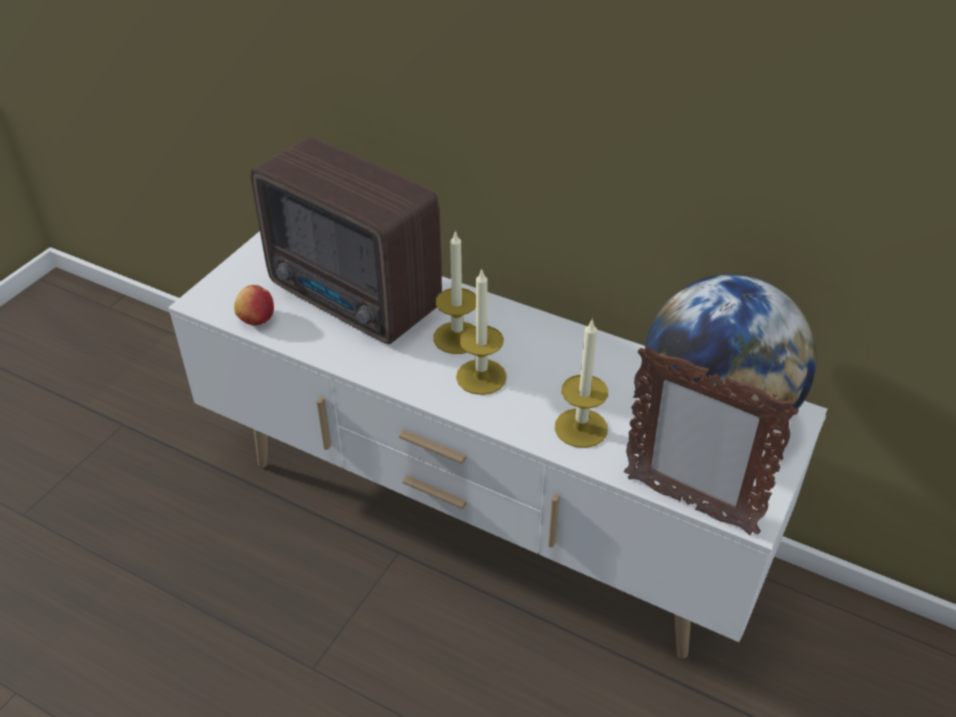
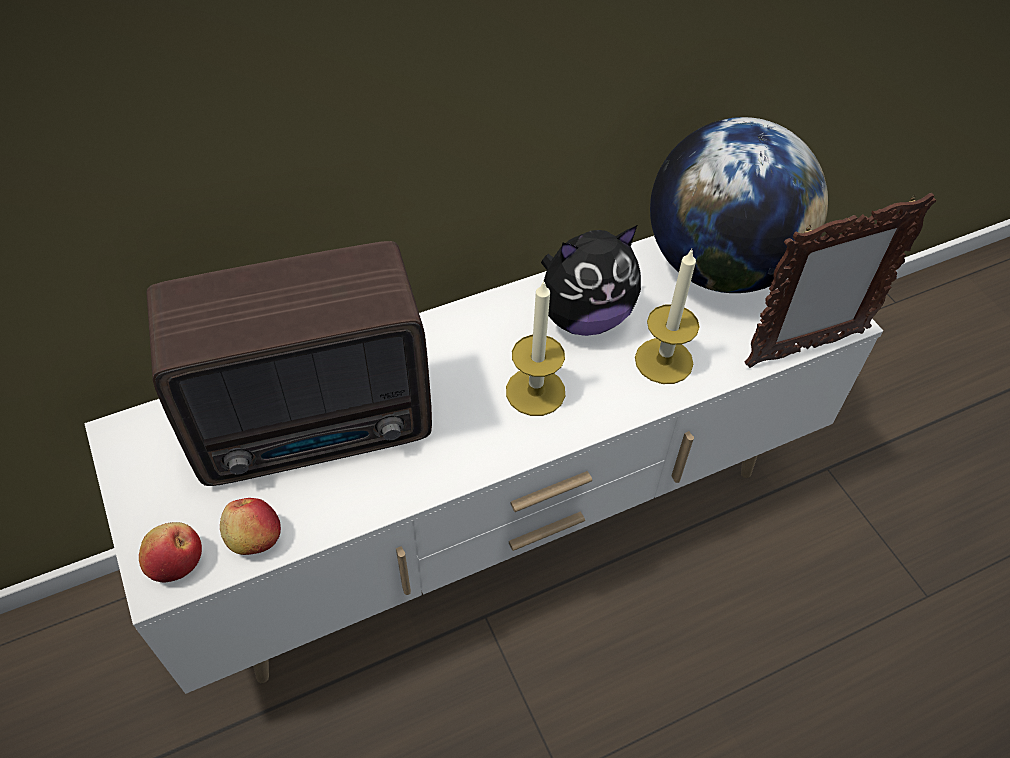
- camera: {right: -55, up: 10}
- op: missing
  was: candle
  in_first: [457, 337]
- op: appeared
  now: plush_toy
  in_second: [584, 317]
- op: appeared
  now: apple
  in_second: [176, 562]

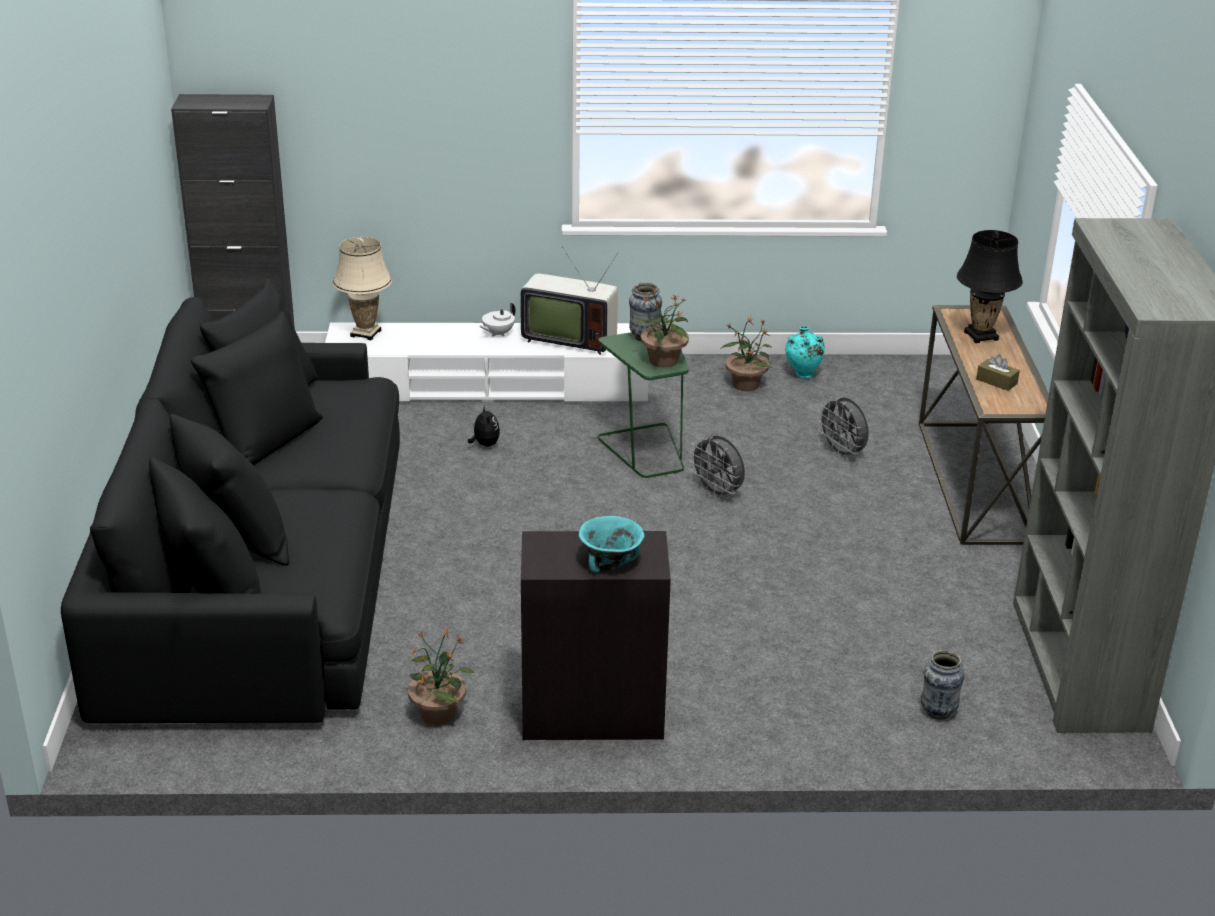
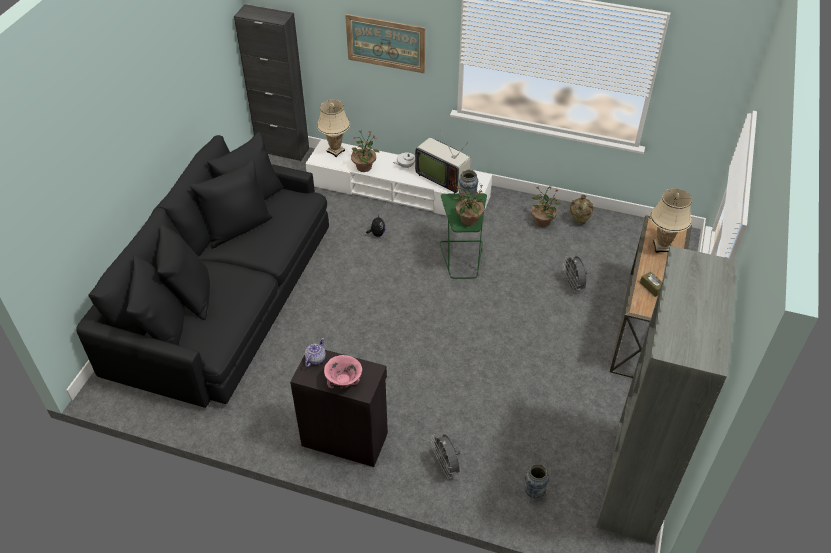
- camera: {right: 20, up: 15}
- op: colour
  was: black_table_lamp
  now: beige_table_lamp
  in_first: [981, 336]
  in_second: [662, 247]
- op: colour
  was: turquoise_vase
  now: beige_vase
  in_first: [802, 376]
  in_second: [579, 222]
- op: relocated
  was: grey_fan
  in_first: [717, 493]
  in_second: [446, 467]
- op: colour
  was: turquoise_bowl
  now: pink_bowl
  in_first: [610, 562]
  in_second: [343, 381]
- op: relocated
  was: potted_plant
  in_first: [438, 713]
  in_second: [364, 167]
- op: appeared
  now: picture
  in_second: [385, 43]
- op: appeared
  now: teapot
  in_second: [315, 359]

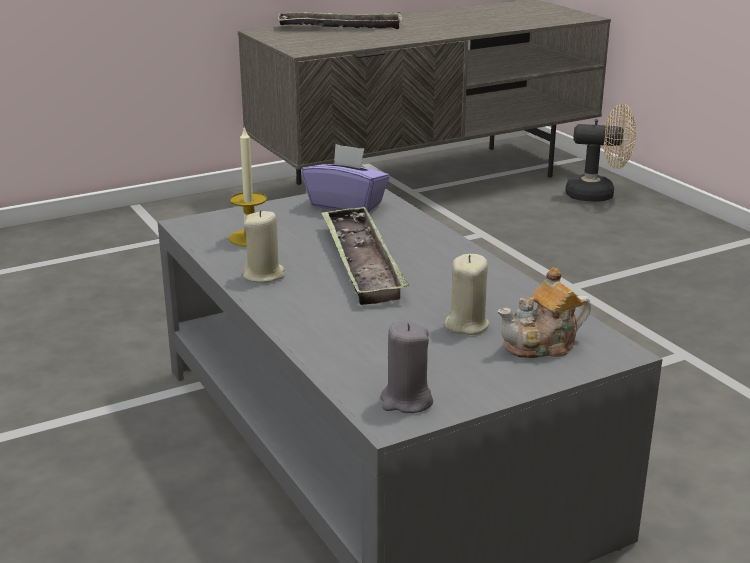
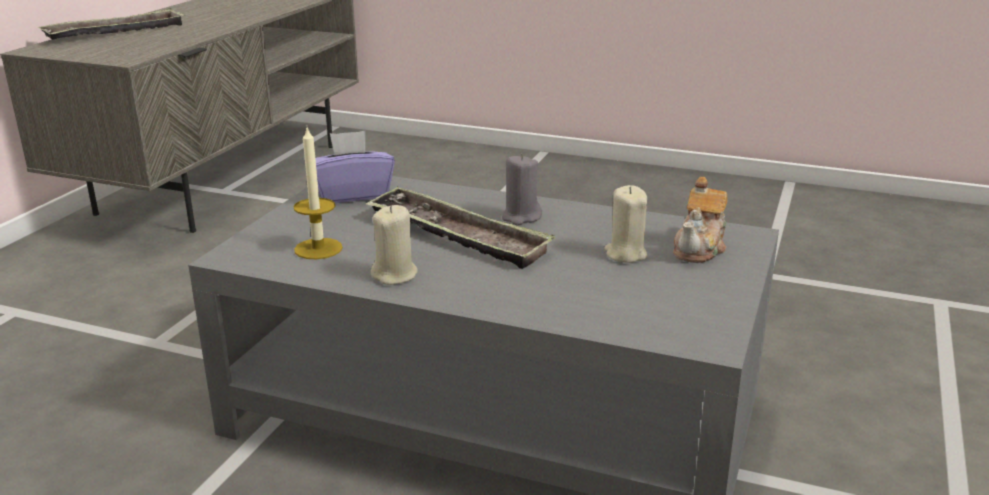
- camera: {right: -40, up: 0}
- op: missing
  was: beige_fan
  in_first: [598, 195]
- op: relocated
  was: grey_candle
  in_first: [406, 401]
  in_second: [521, 217]

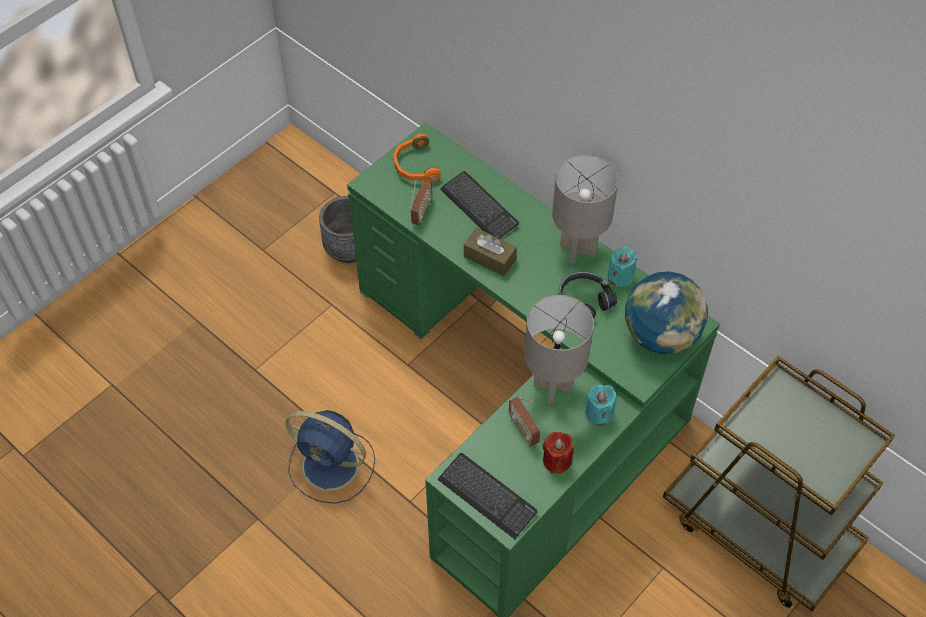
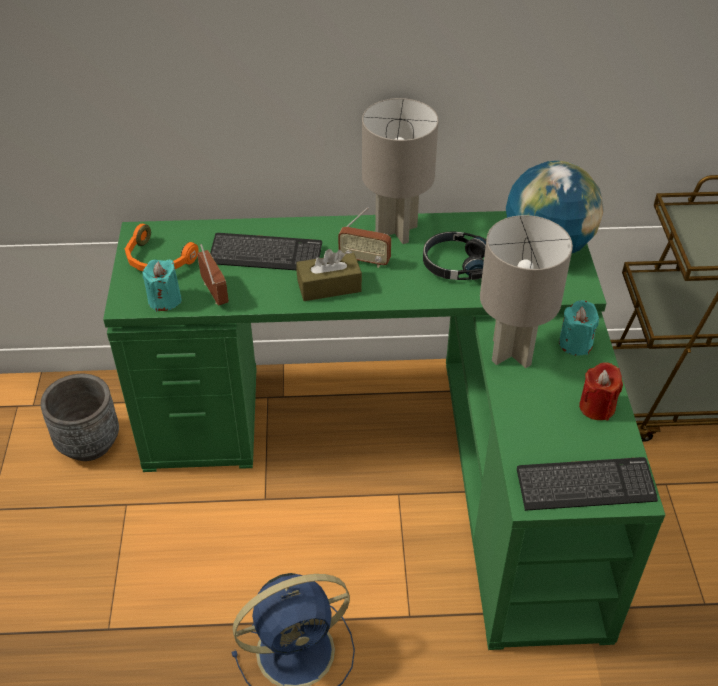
- camera: {right: -45, up: -10}
- op: relocated
  was: turquoise_candle
  in_first: [620, 276]
  in_second: [164, 300]
- op: relocated
  was: radio
  in_first: [524, 429]
  in_second: [364, 260]

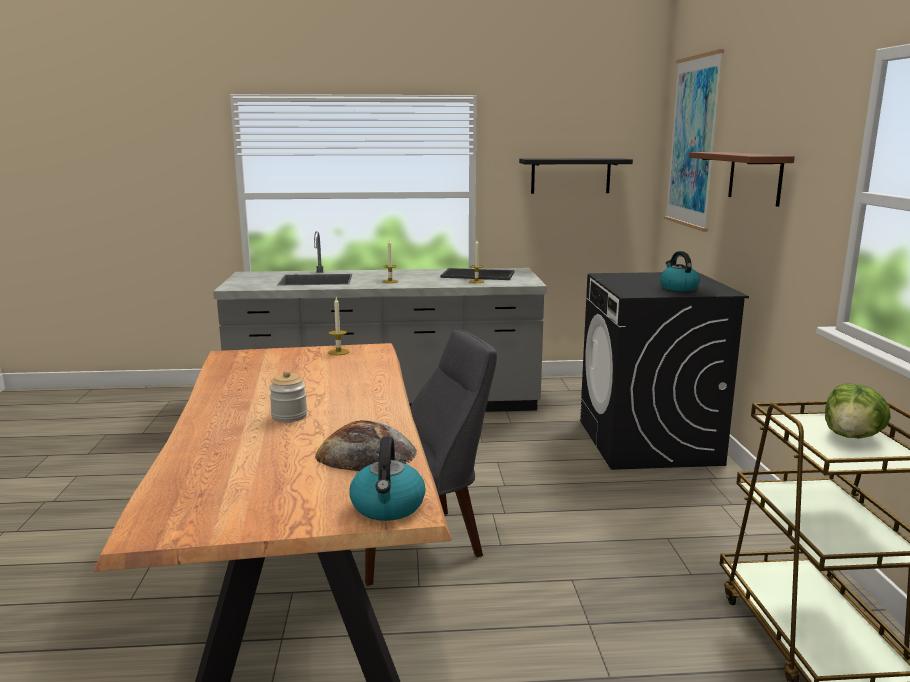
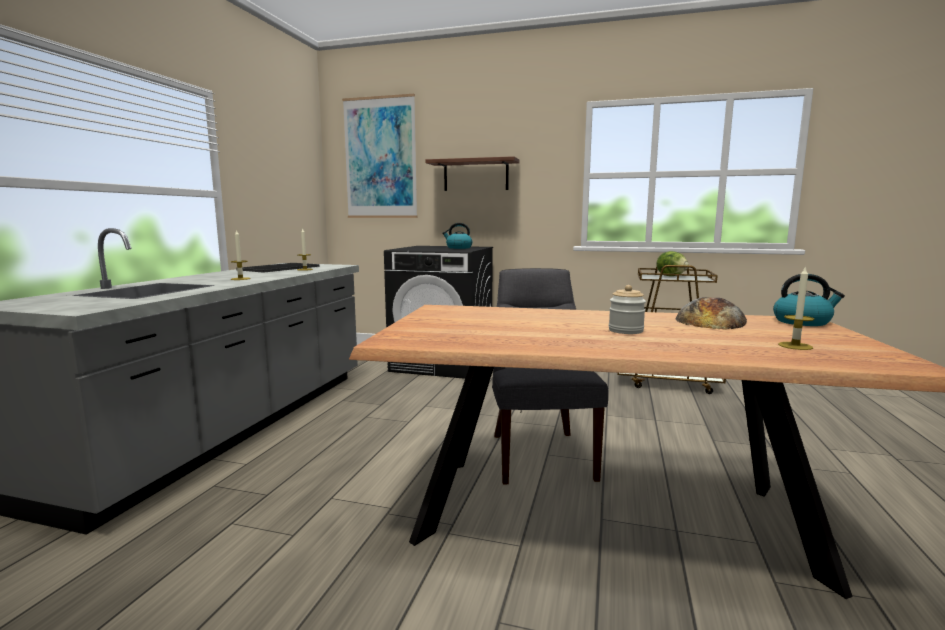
- camera: {right: -70, up: -5}
- op: missing
  was: black_shelf
  in_first: [570, 176]
- op: relocated
  was: candle
  in_first: [338, 352]
  in_second: [795, 346]

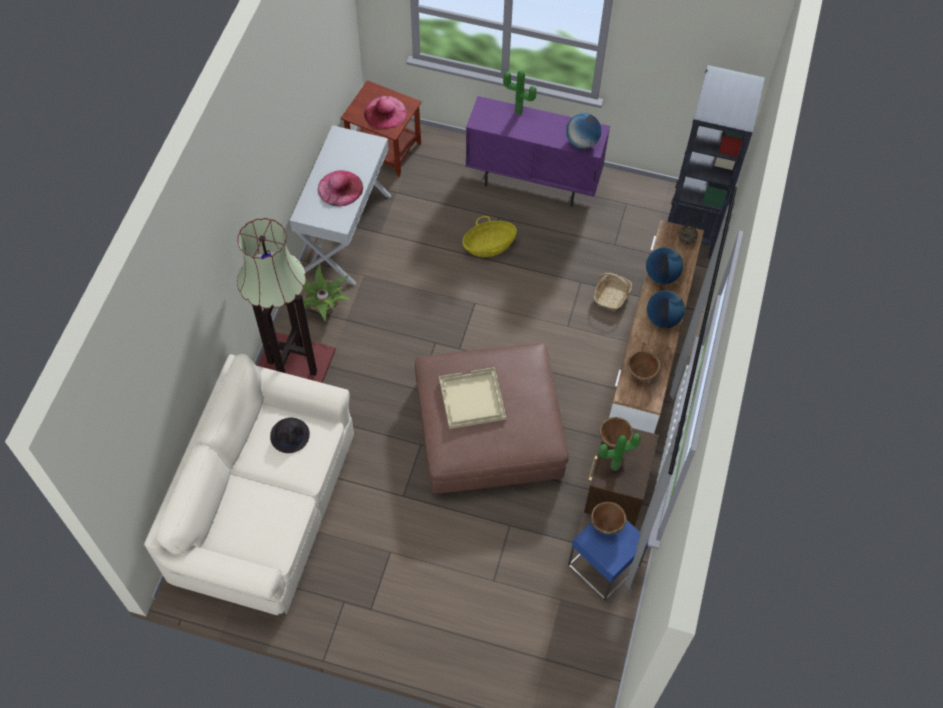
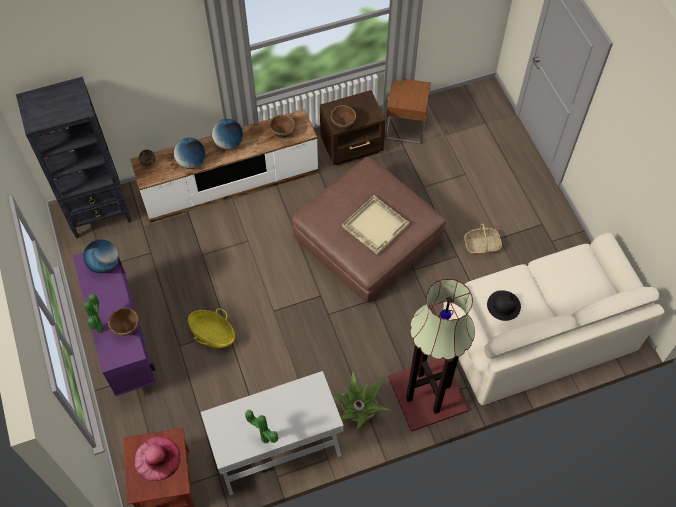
- camera: {right: -125, up: 0}
- op: missing
  was: pink_hat
  in_first: [340, 188]
- op: relocated
  was: basket
  in_first: [612, 296]
  in_second: [481, 245]
- op: relocated
  was: potted_plant
  in_first: [614, 465]
  in_second: [264, 440]
- op: relocated
  was: brown_bowl
  in_first: [606, 524]
  in_second: [126, 328]
- op: colour
  was: blue_side_table
  now: brown_side_table
  in_first: [604, 565]
  in_second: [405, 126]

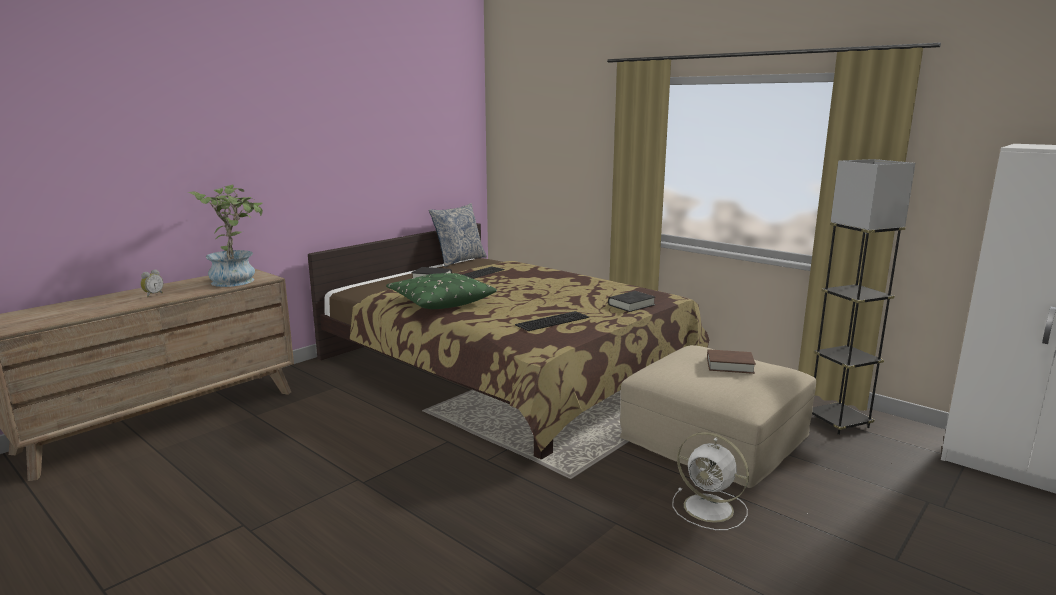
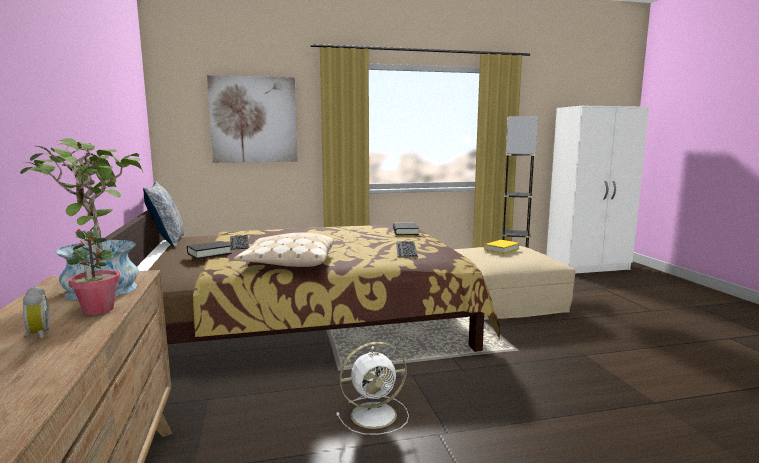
- camera: {right: -55, up: -5}
- op: colour
  was: green_pillow
  now: beige_pillow
  in_first: [440, 301]
  in_second: [288, 263]
- op: colour
  was: brown_book
  now: yellow_book
  in_first: [730, 365]
  in_second: [501, 250]
- op: relocated
  was: white_fan
  in_first: [710, 509]
  in_second: [375, 415]
- op: appeared
  now: picture
  in_second: [254, 120]
- op: appeared
  now: potted_plant
  in_second: [98, 310]

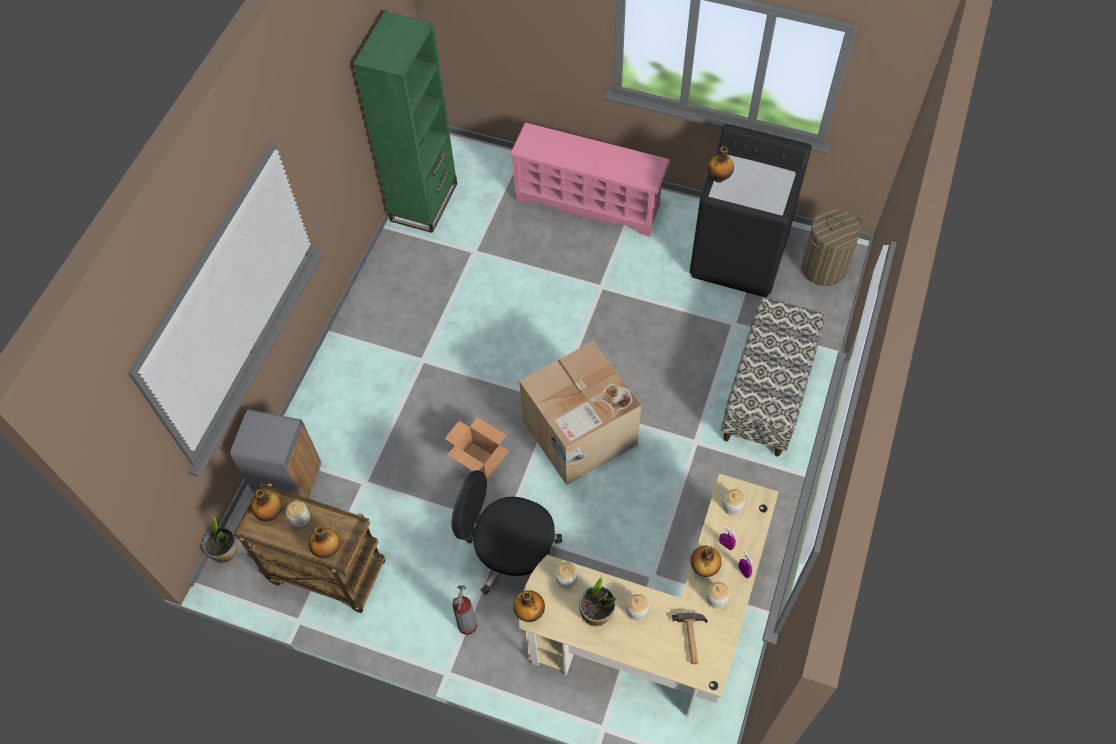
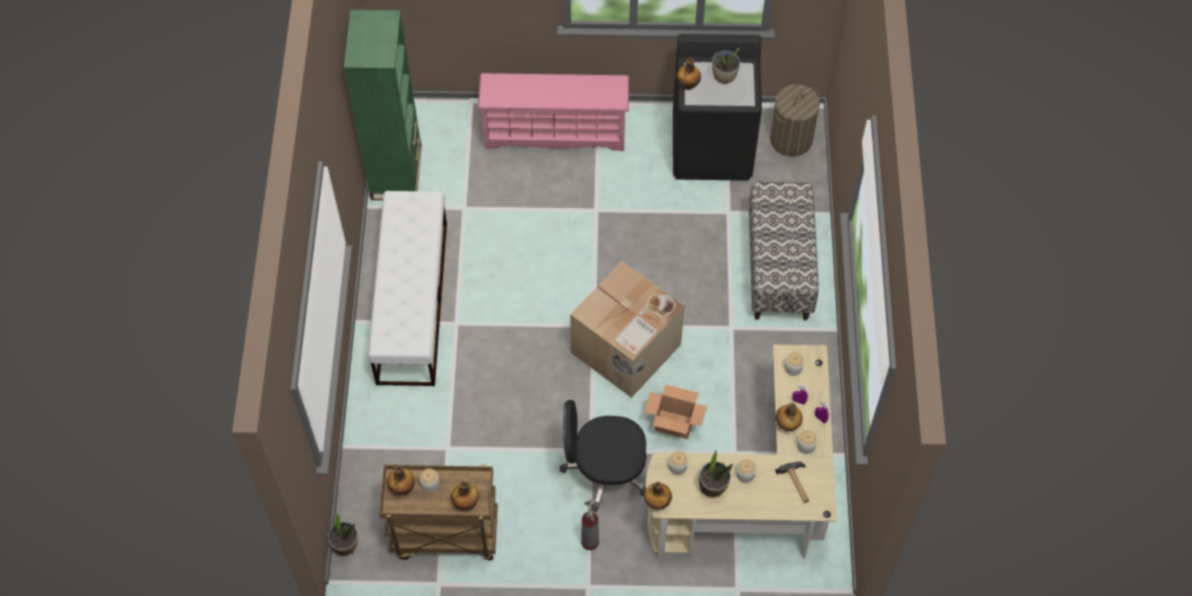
- camera: {right: -20, up: 0}
- op: missing
  was: grey_trash_can
  in_first: [288, 479]
- op: relocated
  was: cardboard_box
  in_first: [479, 461]
  in_second: [673, 424]
- op: appeared
  now: potted_plant
  in_second: [724, 76]
- op: appeared
  now: white_bench
  in_second: [412, 301]

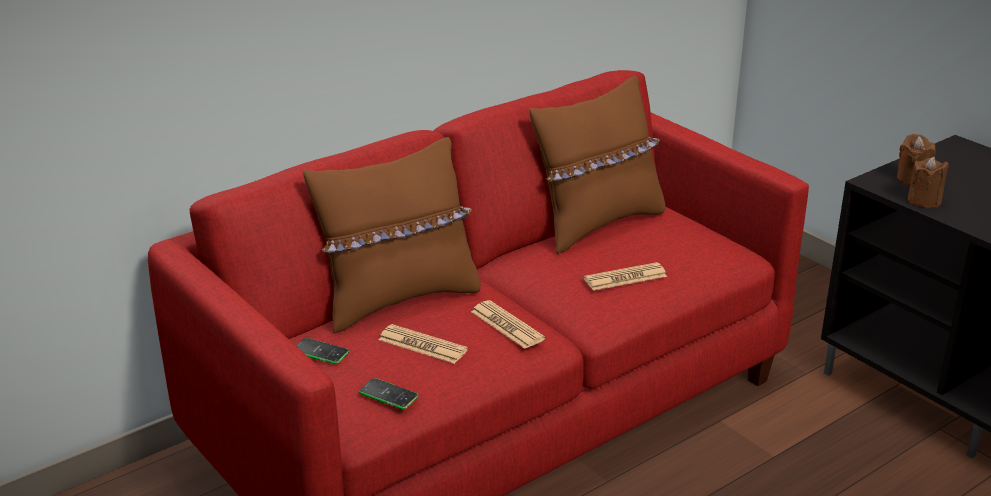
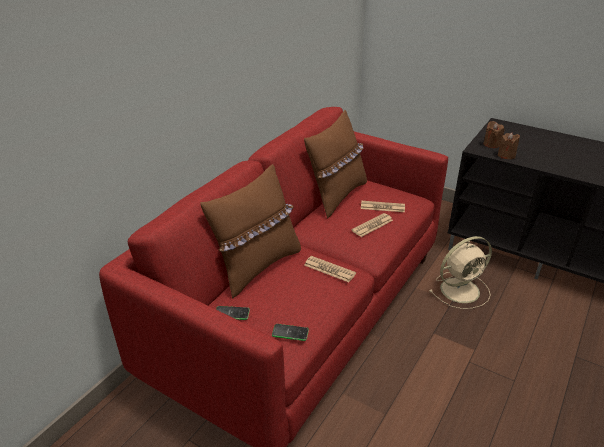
- camera: {right: -20, up: 5}
- op: relocated
  was: newspaper
  in_first: [422, 345]
  in_second: [382, 207]
- op: appeared
  now: beige_fan
  in_second: [461, 289]

